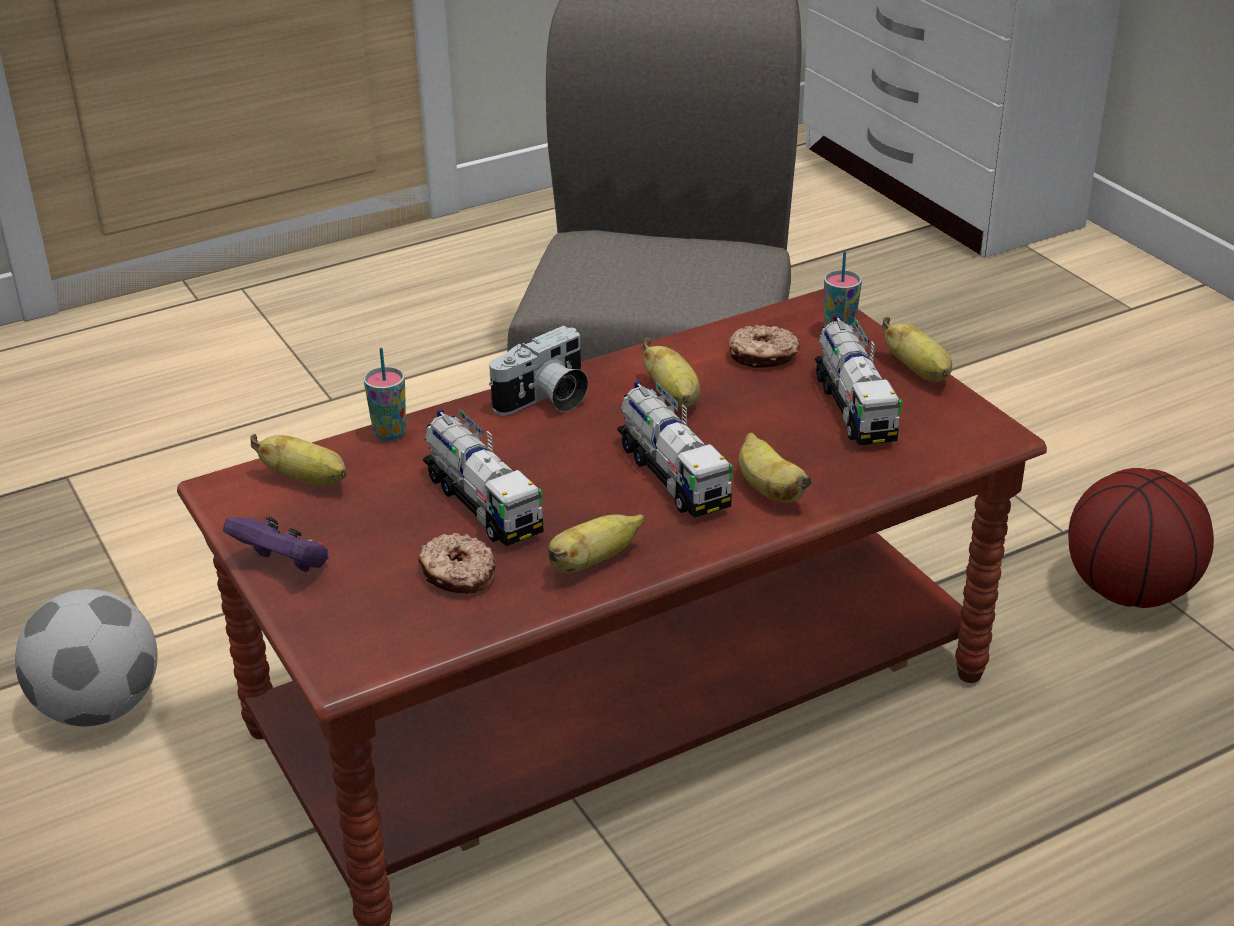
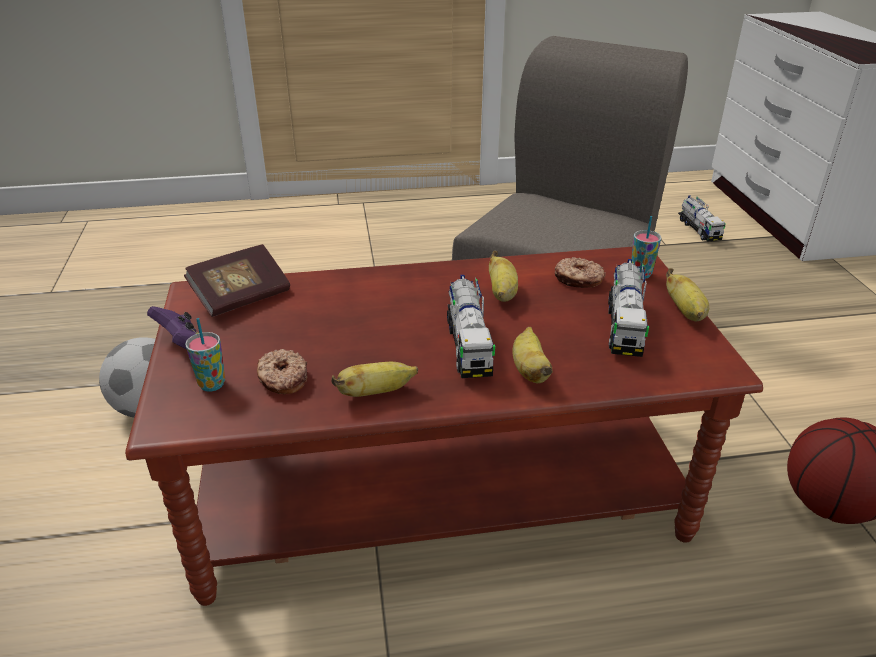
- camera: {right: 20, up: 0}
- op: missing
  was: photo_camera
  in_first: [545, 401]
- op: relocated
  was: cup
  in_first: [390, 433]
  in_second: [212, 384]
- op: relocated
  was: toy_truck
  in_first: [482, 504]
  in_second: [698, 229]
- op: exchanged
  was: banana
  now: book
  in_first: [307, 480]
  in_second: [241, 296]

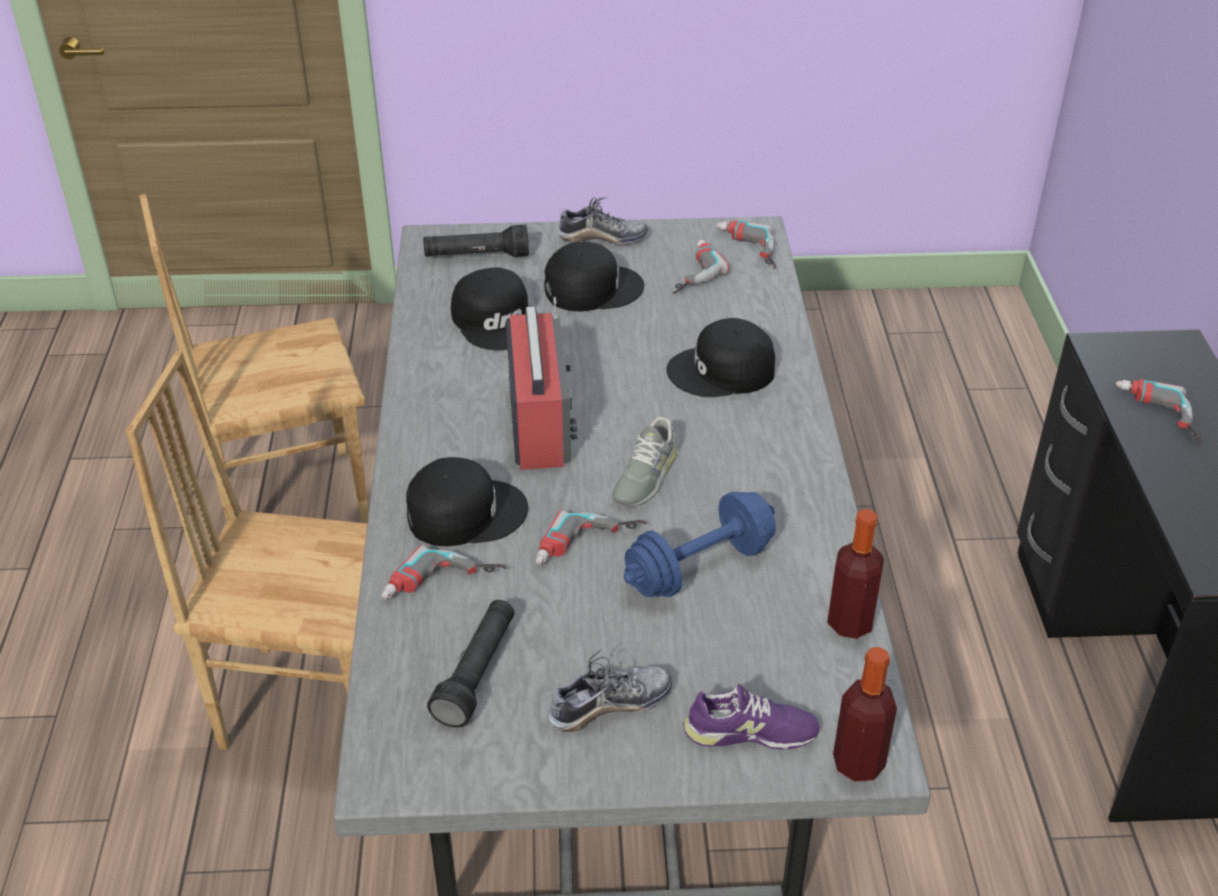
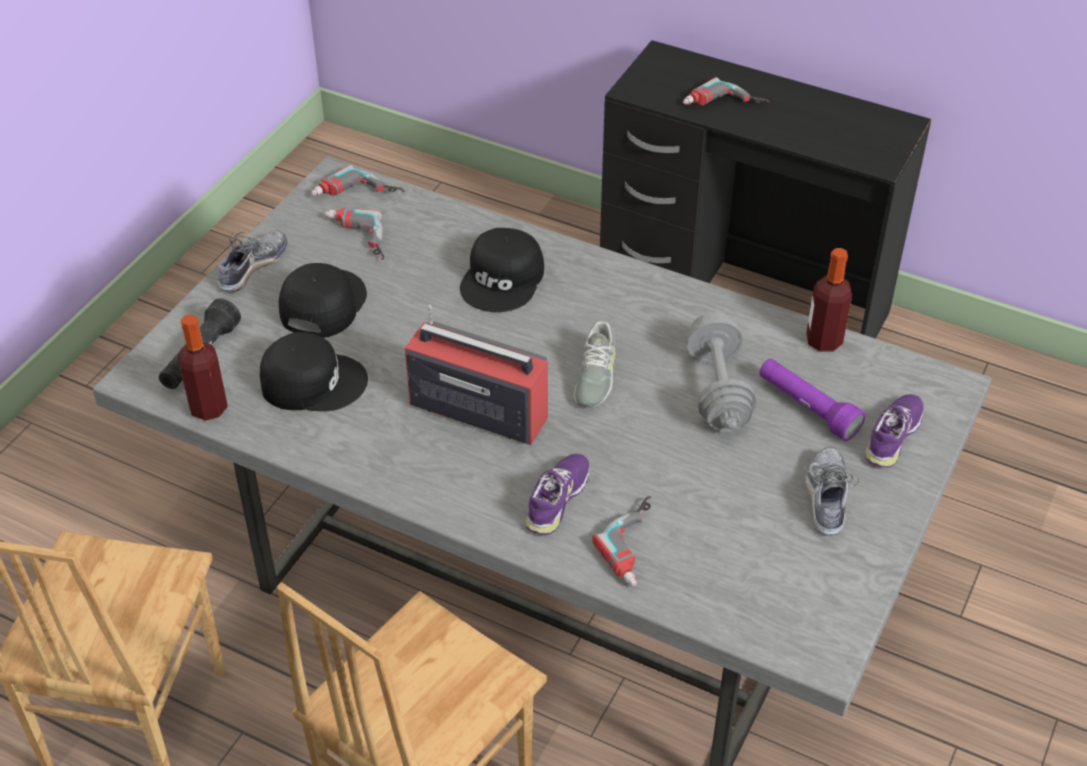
- camera: {right: -60, up: 5}
- op: spun
  was: grey_shoe
  in_first: [645, 476]
  in_second: [594, 376]
  clockwise: 45
- op: exchanged
  was: black_cap
  now: purple_shoe
  in_first: [465, 512]
  in_second: [558, 499]
- op: colour
  was: blue_dumbbell
  now: grey_dumbbell
  in_first: [699, 567]
  in_second: [718, 390]
- op: missing
  was: power_drill
  in_first: [589, 548]
- op: missing
  was: black_flashlight
  in_first: [477, 673]
- op: relocated
  was: bottle
  in_first: [858, 763]
  in_second: [208, 408]
- op: appeared
  now: purple_flashlight
  in_second: [807, 408]

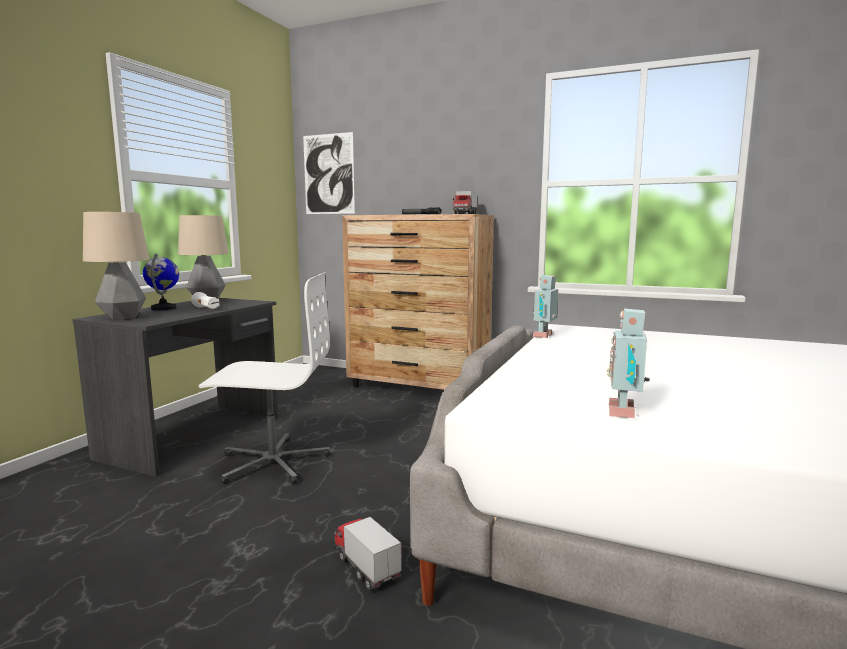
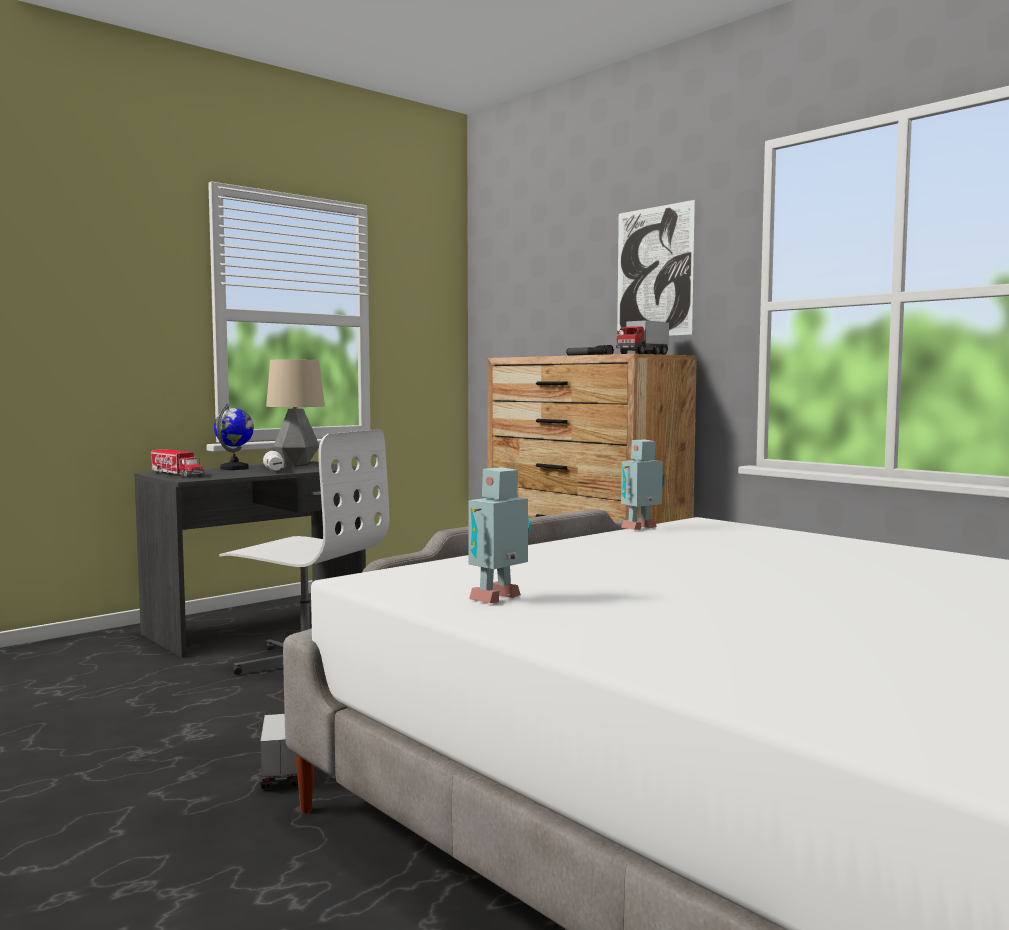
- camera: {right: 25, up: -5}
- op: relocated
  was: picture
  in_first: [328, 174]
  in_second: [654, 272]
- op: exchanged
  was: table_lamp
  now: toy_truck
  in_first: [123, 317]
  in_second: [177, 474]

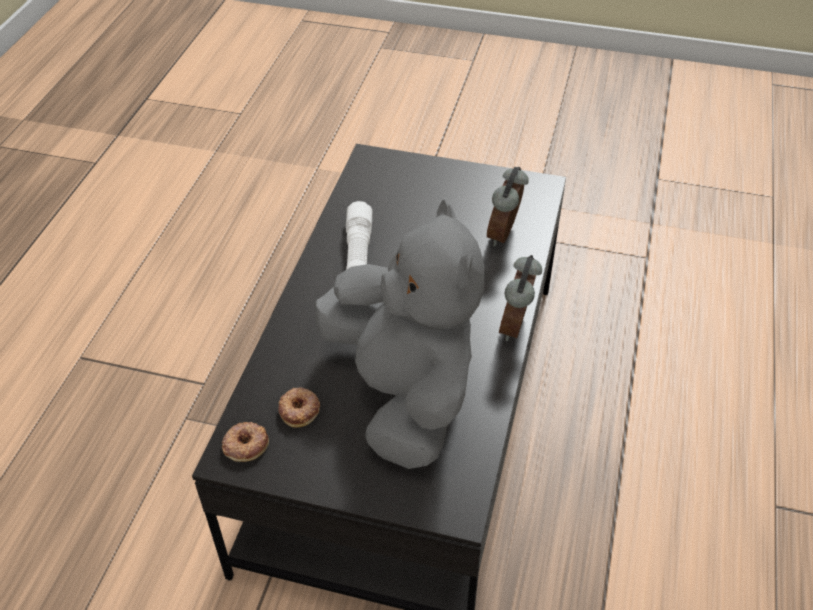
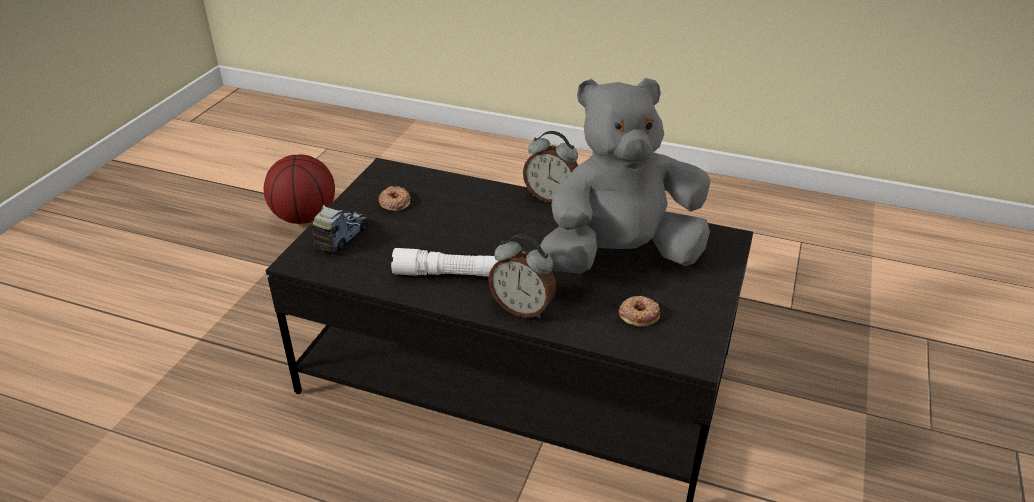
- camera: {right: -85, up: -10}
- op: relocated
  was: alarm_clock
  in_first: [505, 235]
  in_second: [523, 308]
- op: relocated
  was: donut
  in_first: [245, 444]
  in_second: [394, 202]
- op: appeared
  now: basketball
  in_second: [305, 217]
- op: appeared
  now: toy_truck
  in_second: [341, 237]

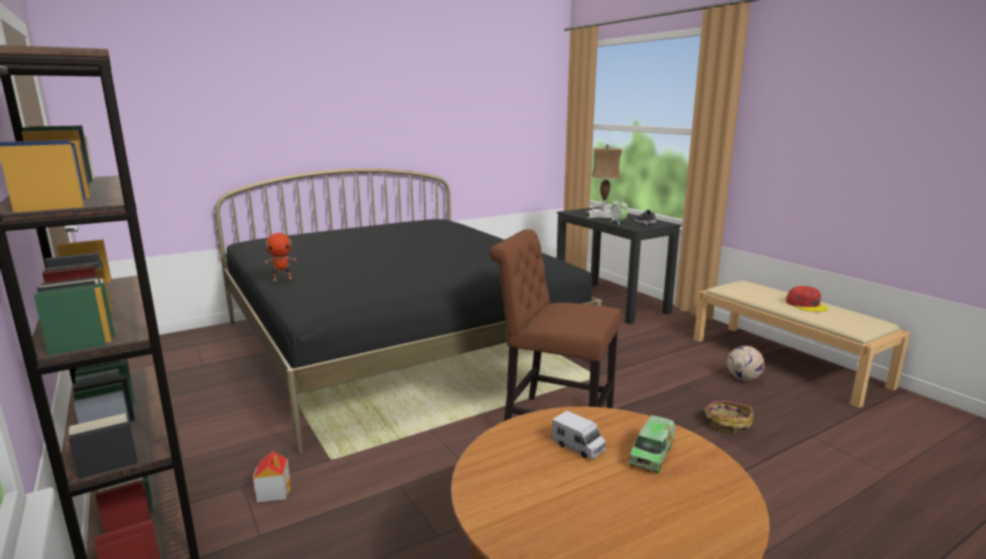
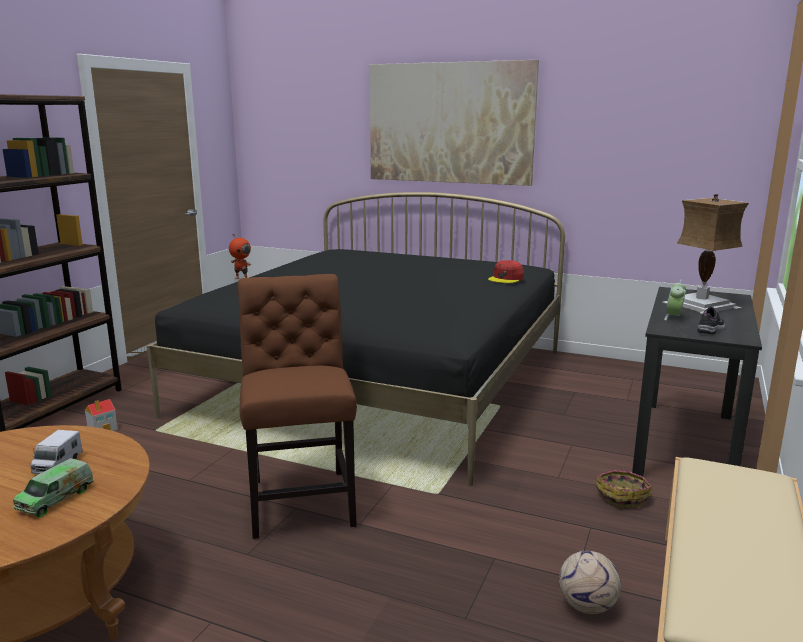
- camera: {right: 55, up: 0}
- op: relocated
  was: red_cap
  in_first: [806, 305]
  in_second: [506, 278]
- op: relocated
  was: basket
  in_first: [727, 423]
  in_second: [622, 496]
- op: spun
  was: toy_truck
  in_first: [652, 454]
  in_second: [56, 499]
  clockwise: -60
- op: appeared
  now: picture
  in_second: [449, 123]

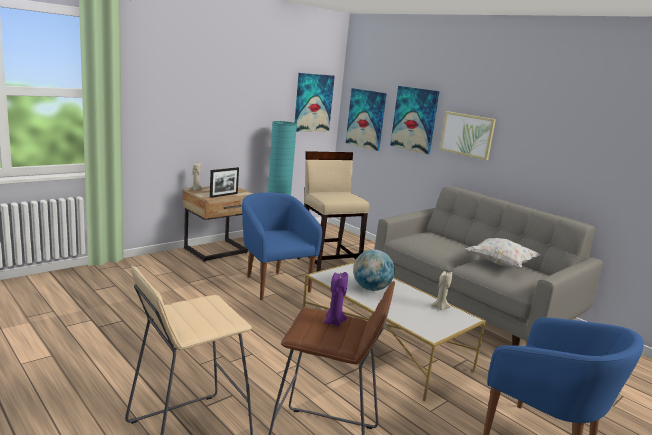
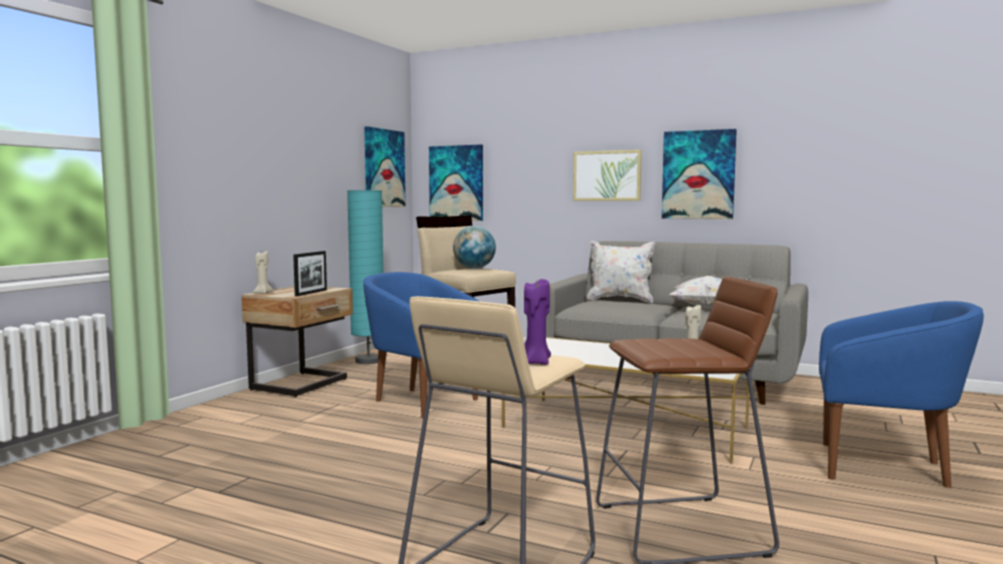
- camera: {right: -20, up: -10}
- op: relocated
  was: picture
  in_first: [414, 119]
  in_second: [698, 175]
- op: relocated
  was: globe
  in_first: [371, 288]
  in_second: [474, 268]
- op: relocated
  was: purple_candle
  in_first: [334, 322]
  in_second: [535, 362]
- op: appeared
  now: white_pillow
  in_second: [620, 300]

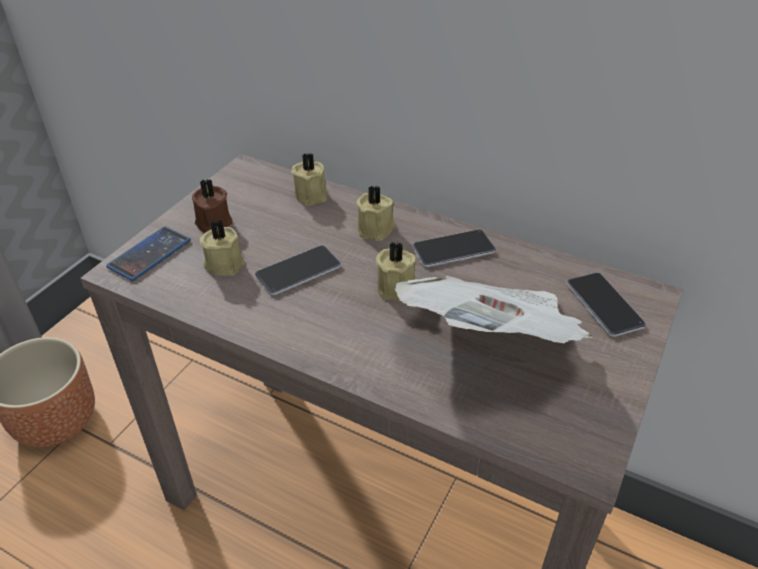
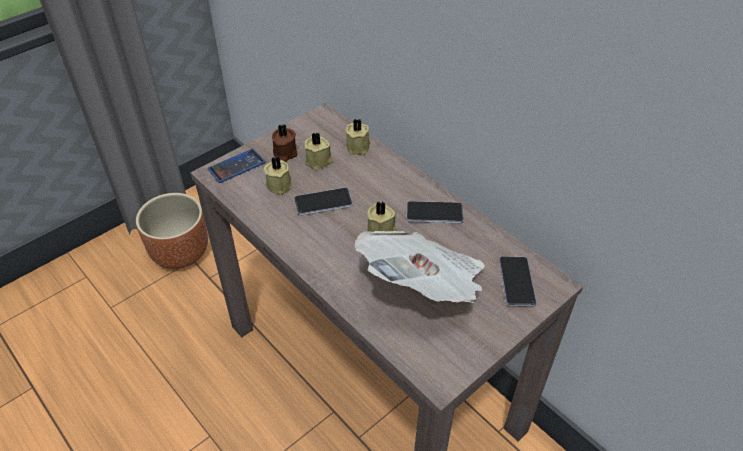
- camera: {right: 20, up: 5}
- op: relocated
  was: beige_candle
  in_first: [376, 229]
  in_second: [319, 161]

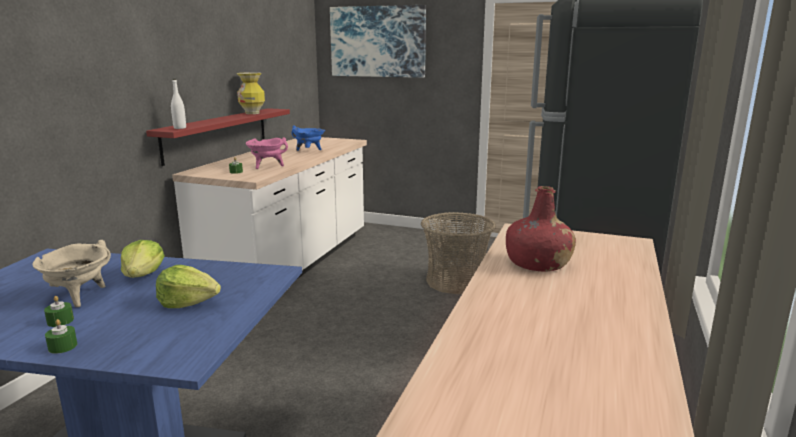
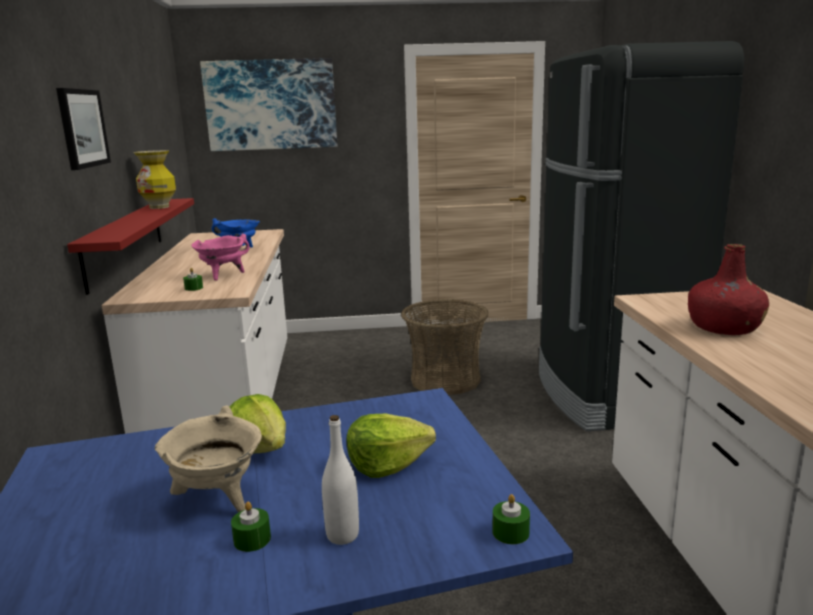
- camera: {right: -25, up: 0}
- op: relocated
  was: white_bottle
  in_first: [180, 128]
  in_second: [342, 535]
- op: relocated
  was: green_candle
  in_first: [62, 346]
  in_second: [510, 532]
- op: appeared
  now: picture
  in_second: [82, 128]

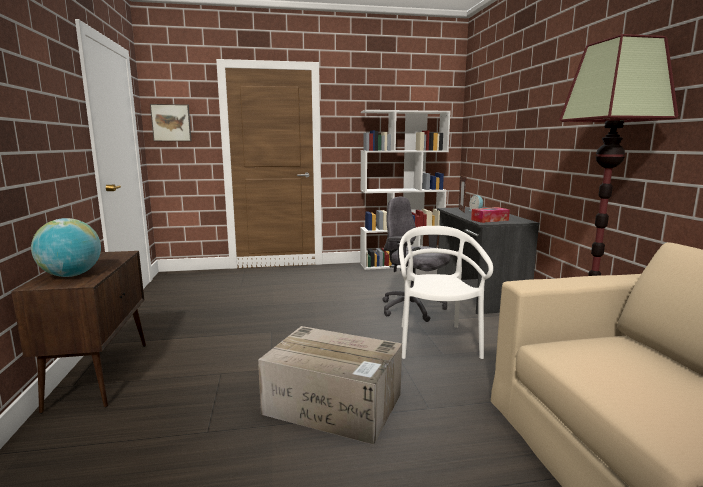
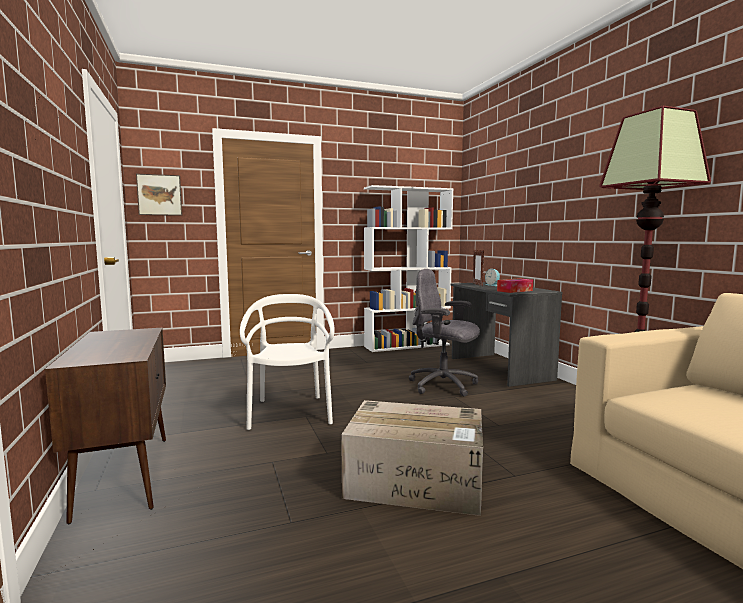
- camera: {right: -10, up: -5}
- op: missing
  was: globe
  in_first: [71, 275]
- op: relocated
  was: white_chair
  in_first: [436, 342]
  in_second: [290, 413]

